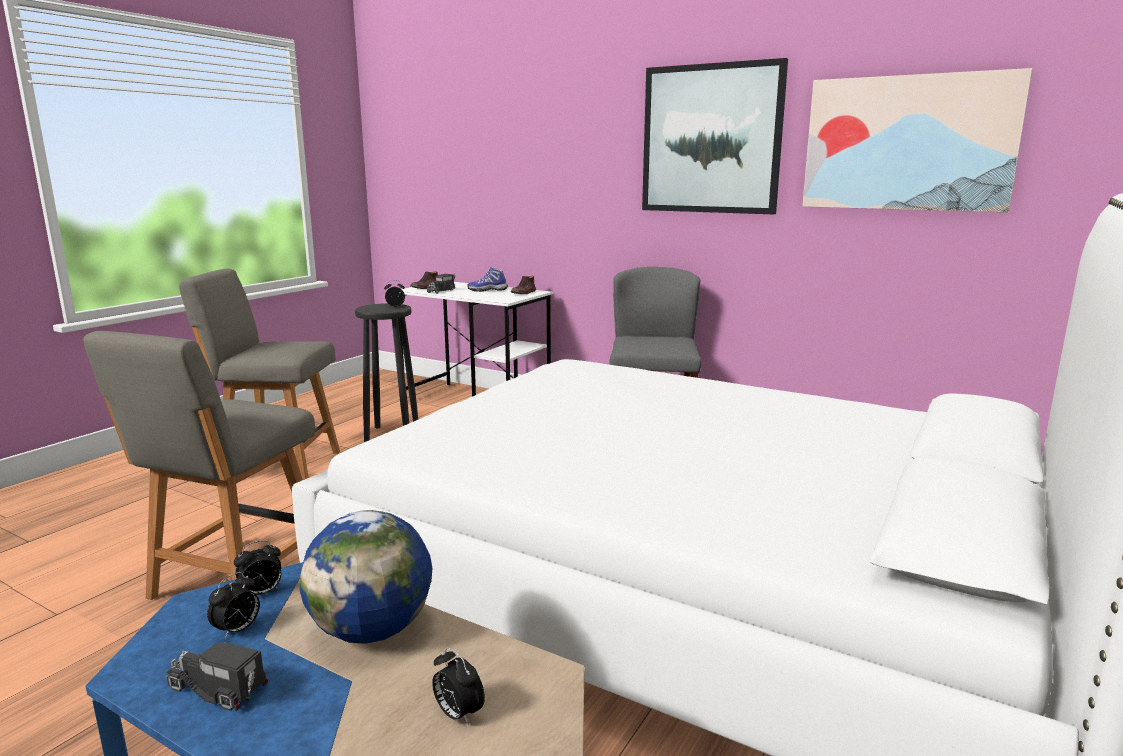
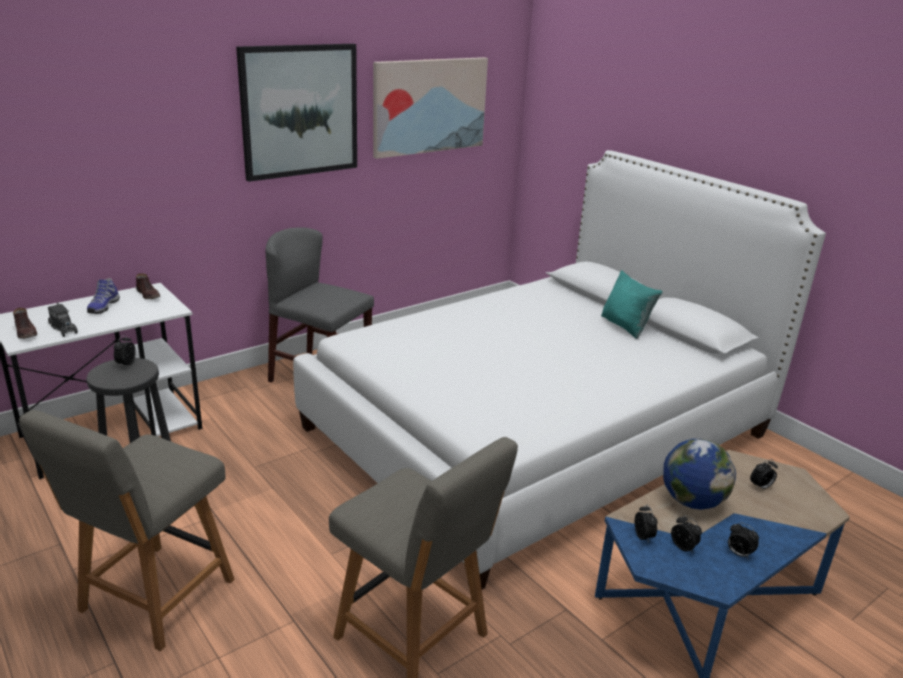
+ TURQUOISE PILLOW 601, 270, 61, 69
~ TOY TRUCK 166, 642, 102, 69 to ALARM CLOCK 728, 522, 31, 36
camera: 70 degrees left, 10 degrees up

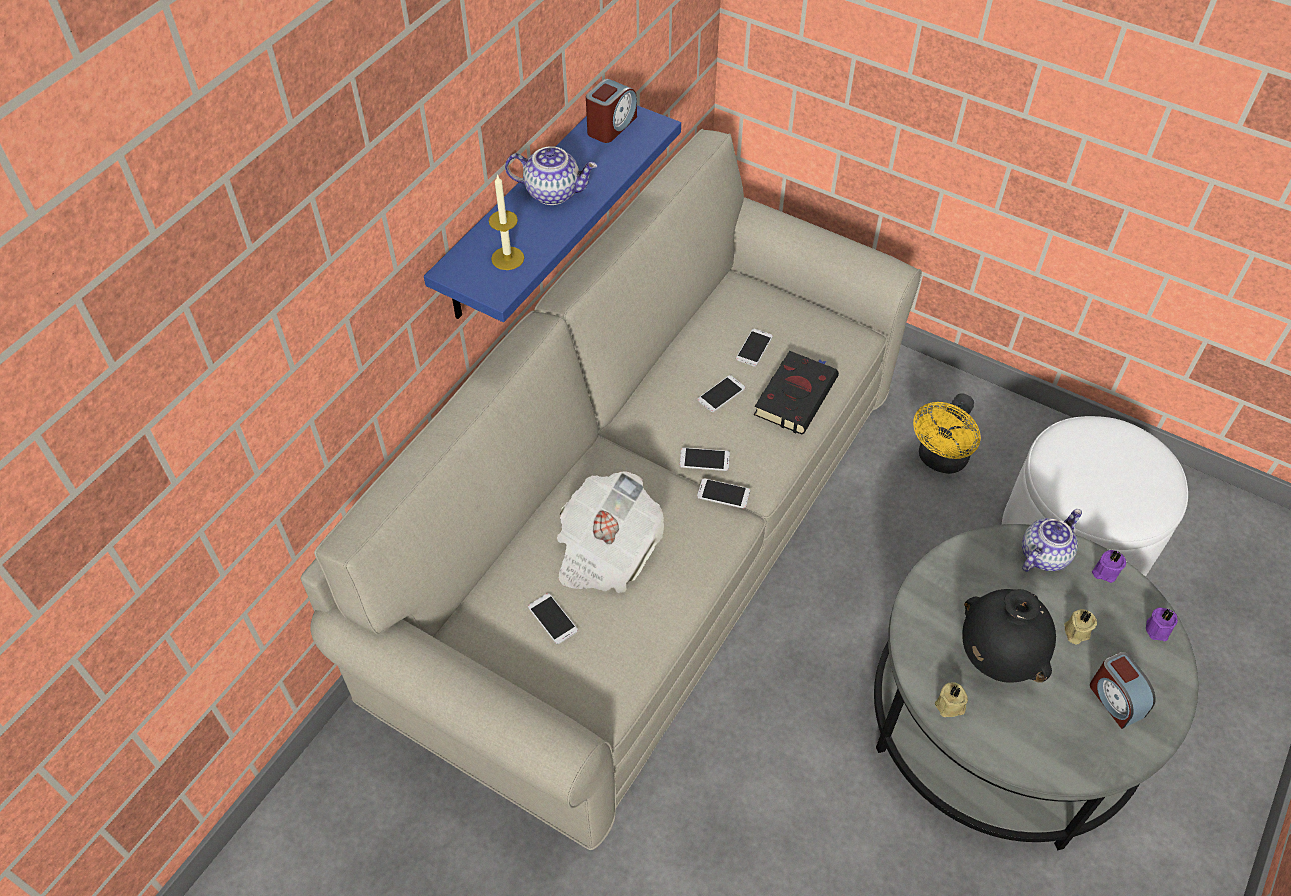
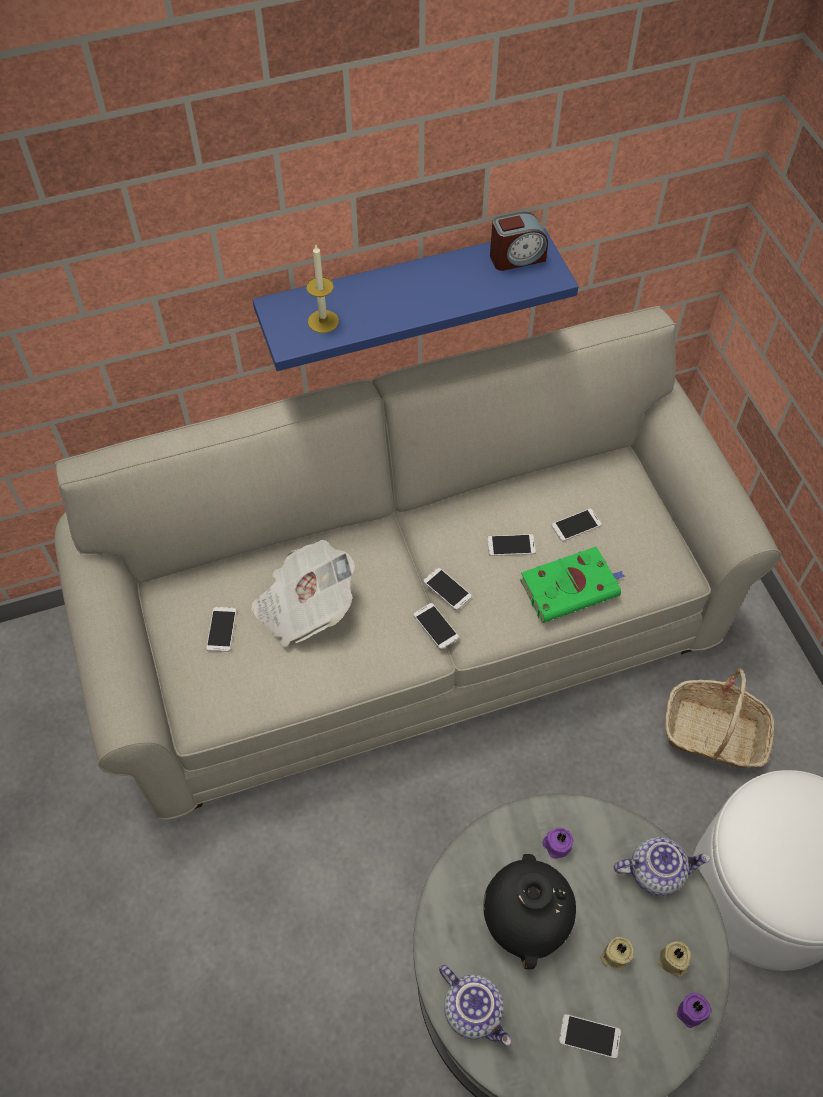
~ TEAPOT 505, 146, 93, 59 to 439, 965, 72, 81
~ BLACK BOOK 754, 351, 85, 84 to GREEN BOOK 520, 546, 105, 77
~ PURPLE CANDLE 1092, 550, 34, 33 to 542, 828, 32, 31
~ ALARM CLOCK 1090, 652, 66, 77 to PHONE 559, 1014, 62, 45
~ BEIGE CANDLE 935, 682, 33, 35 to 659, 941, 32, 37
~ YELLOW FAN 913, 393, 68, 81 to BASKET 665, 668, 109, 100
camera: 40 degrees right, 5 degrees up

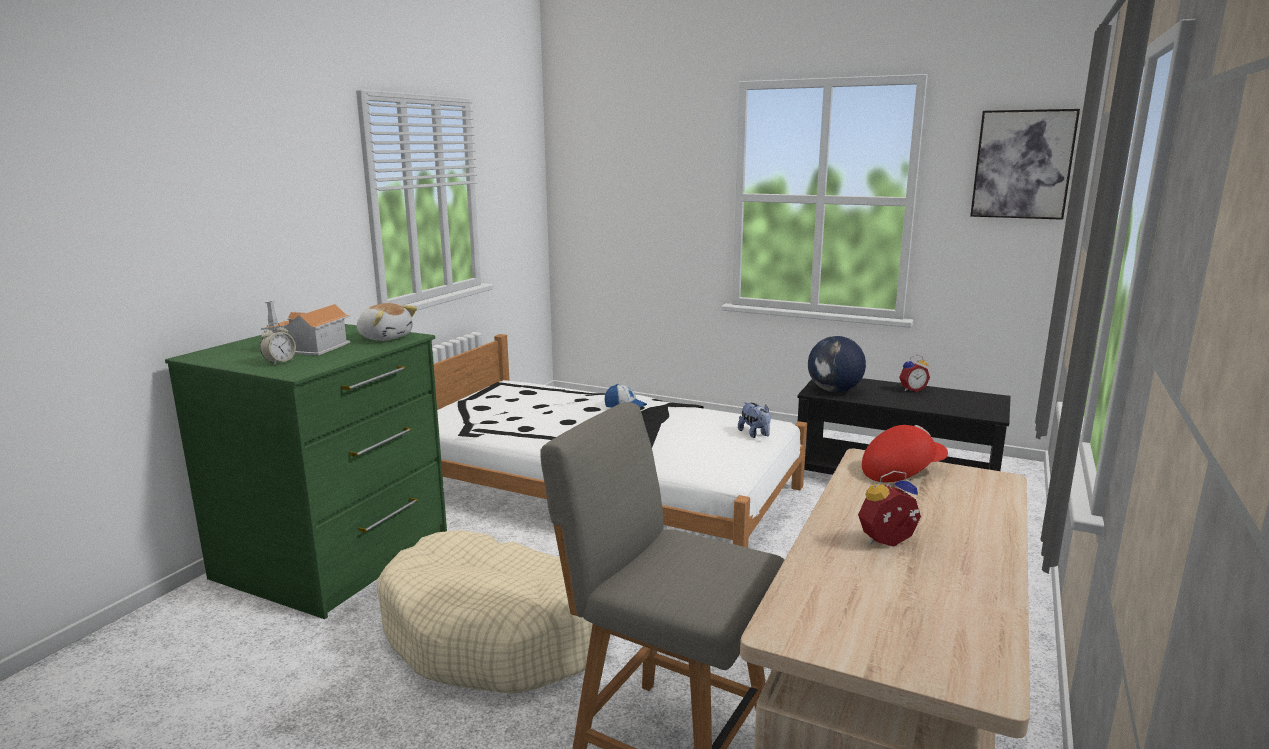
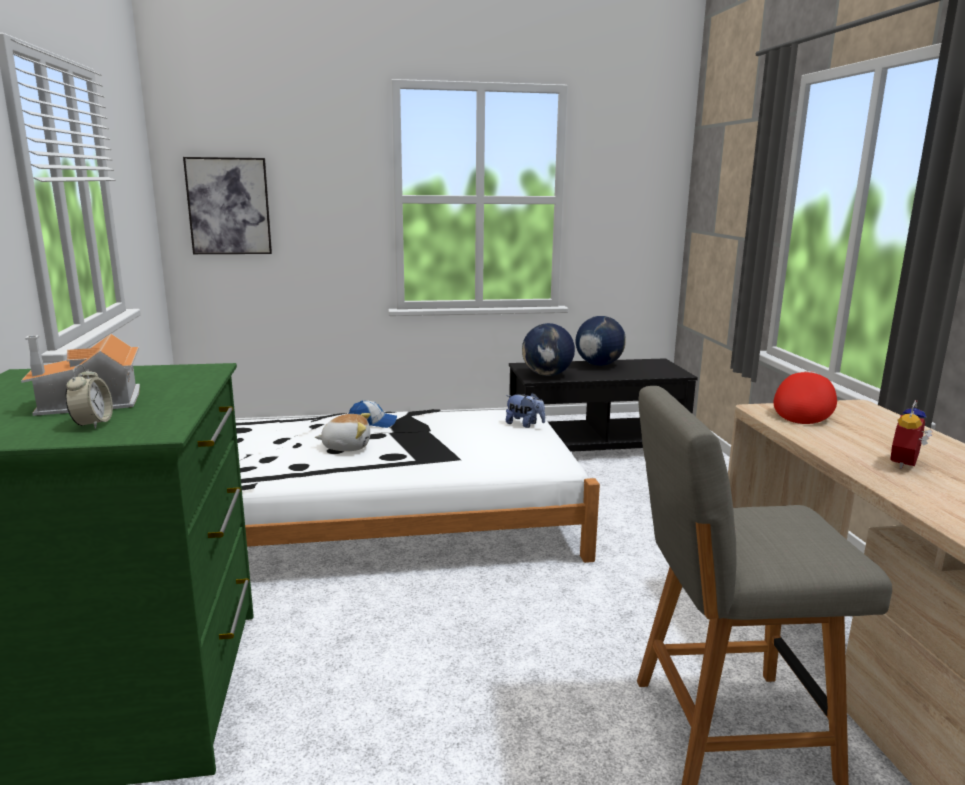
~ PICTURE 970, 109, 110, 111 to 183, 157, 89, 97
~ PLUSH TOY 357, 303, 60, 38 to 315, 413, 55, 38
~ ALARM CLOCK 899, 355, 31, 37 to GLOBE 575, 316, 51, 50
- BEIGE DOG BED 377, 530, 234, 164
camera: 35 degrees left, 0 degrees up

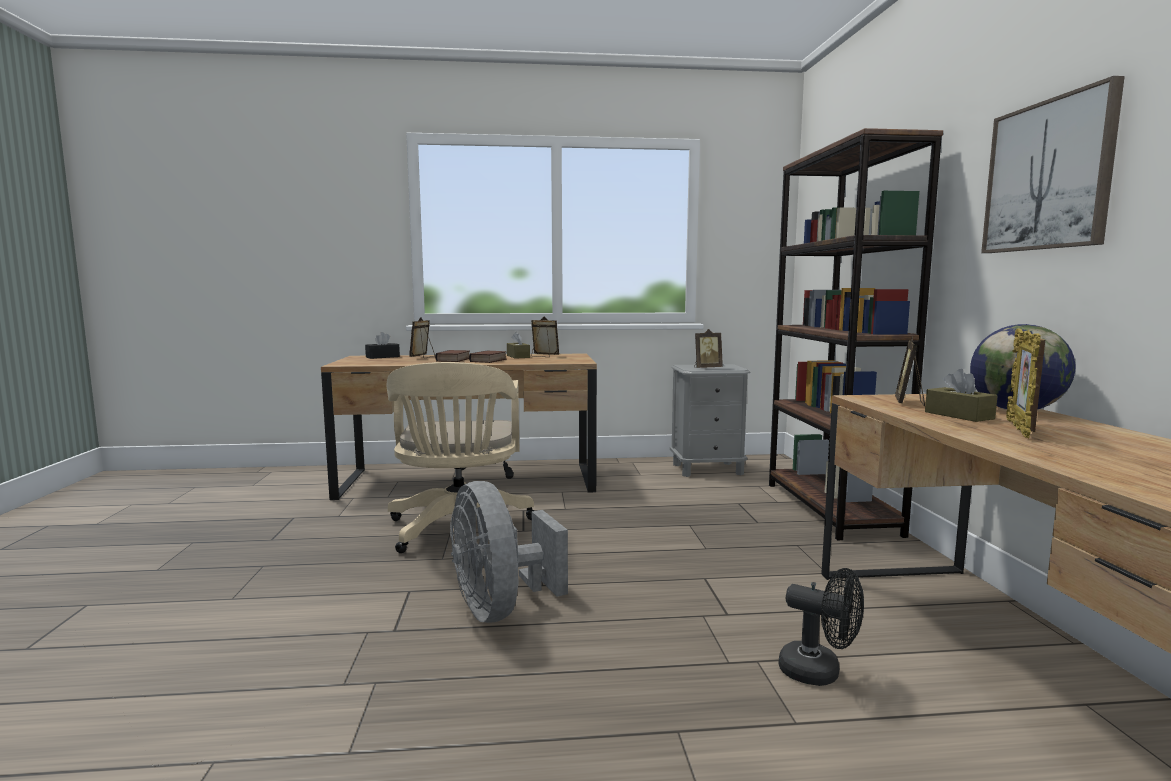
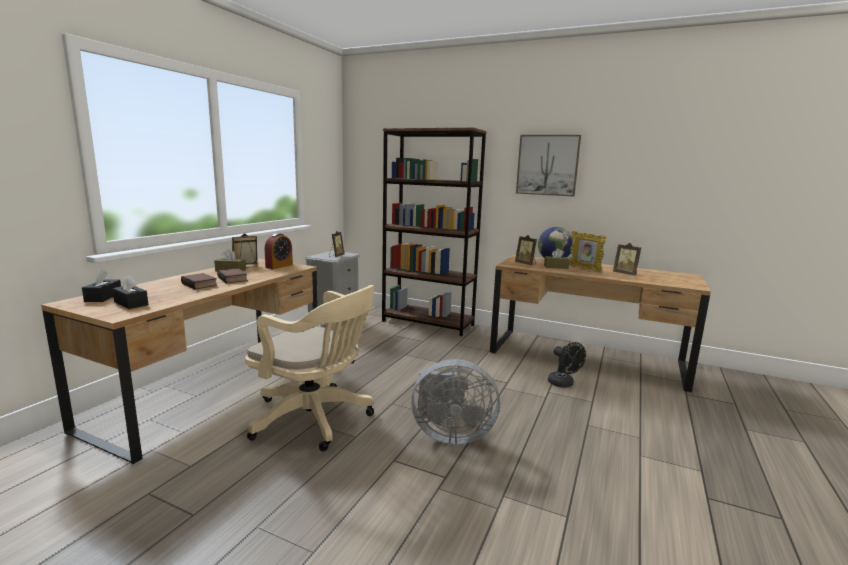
+ BLACK TISSUE BOX 112, 275, 36, 34
+ ALARM CLOCK 265, 233, 28, 36
~ BLACK FAN 778, 568, 86, 118 = 548, 342, 38, 46 90 degrees clockwise
~ PICTURE FRAME 409, 317, 26, 41 to 613, 243, 28, 33
camera: 60 degrees left, 5 degrees up

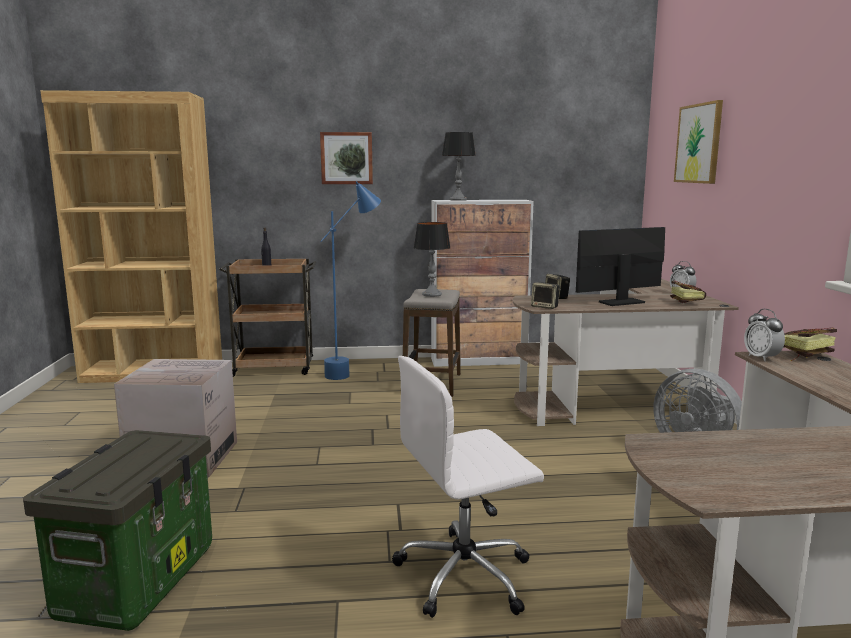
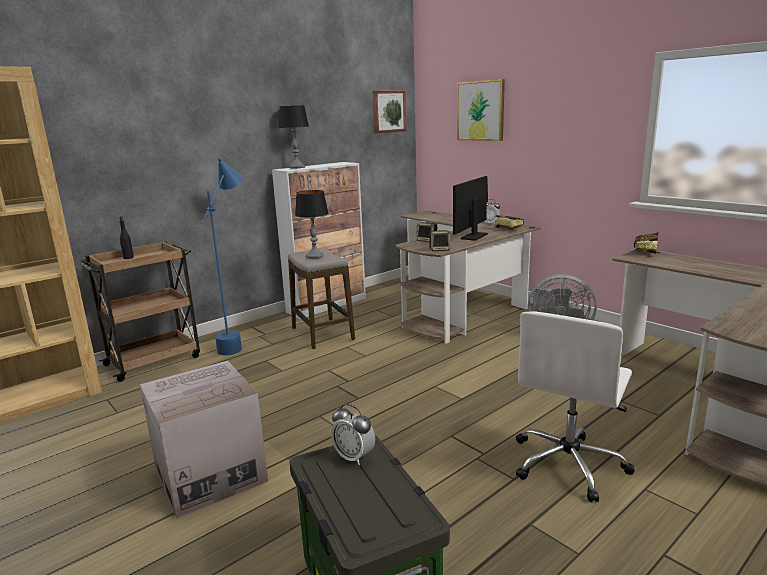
~ ALARM CLOCK 744, 309, 41, 52 to 331, 404, 44, 61
~ PICTURE 320, 132, 53, 52 to 373, 90, 33, 43
camera: 35 degrees left, 5 degrees up

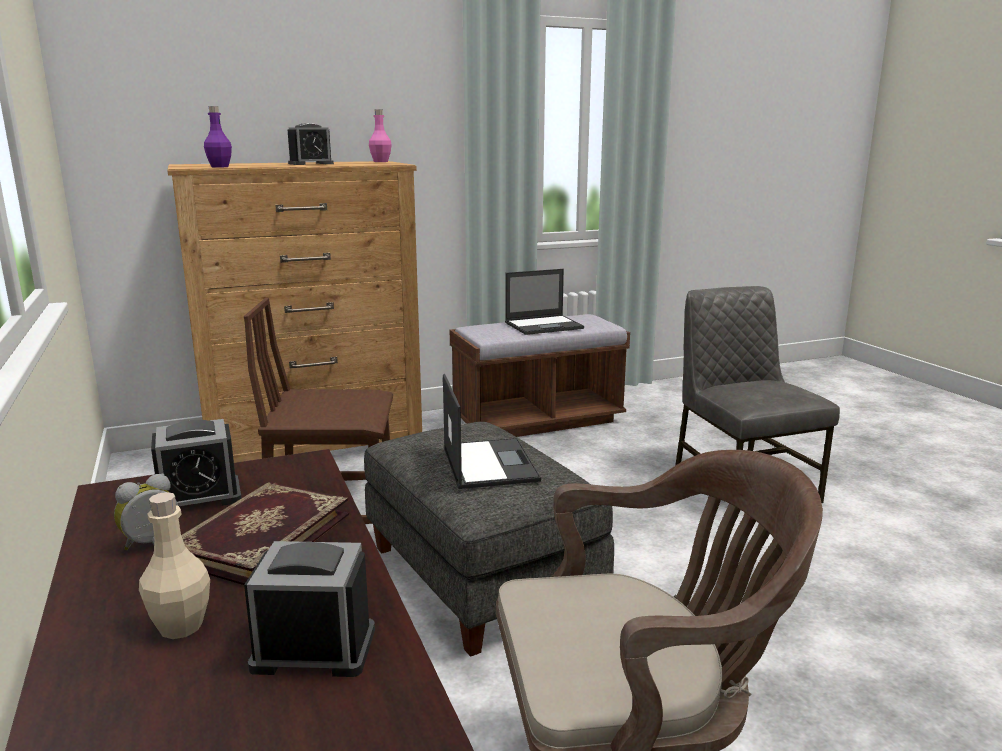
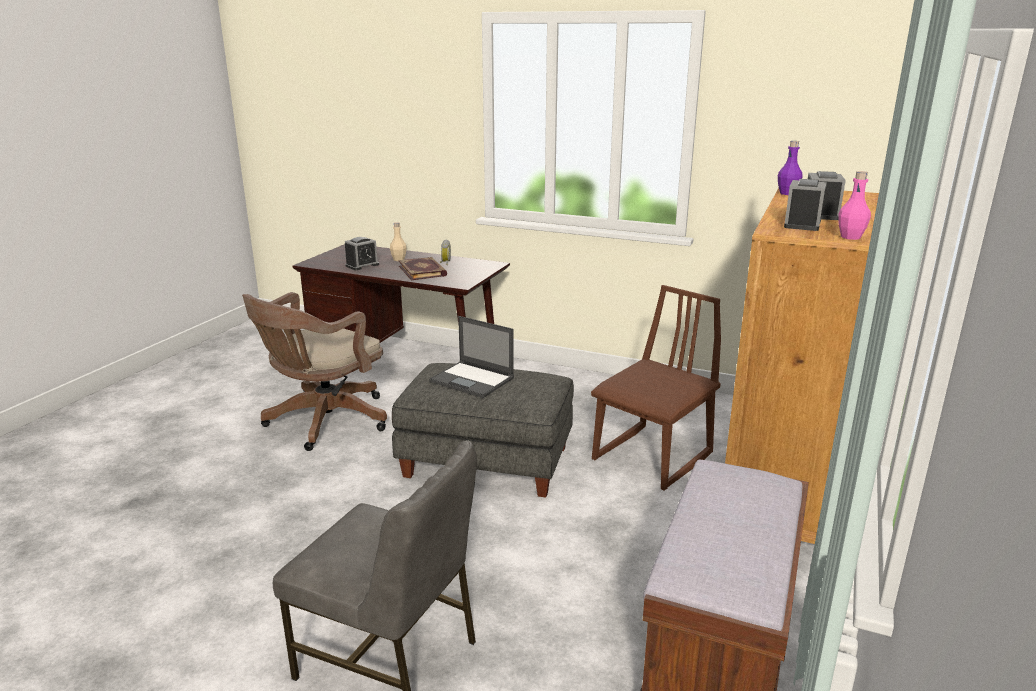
~ ALARM CLOCK 151, 419, 90, 87 to 784, 179, 43, 52
- LAPTOP 505, 269, 79, 66
camera: 135 degrees right, 5 degrees up

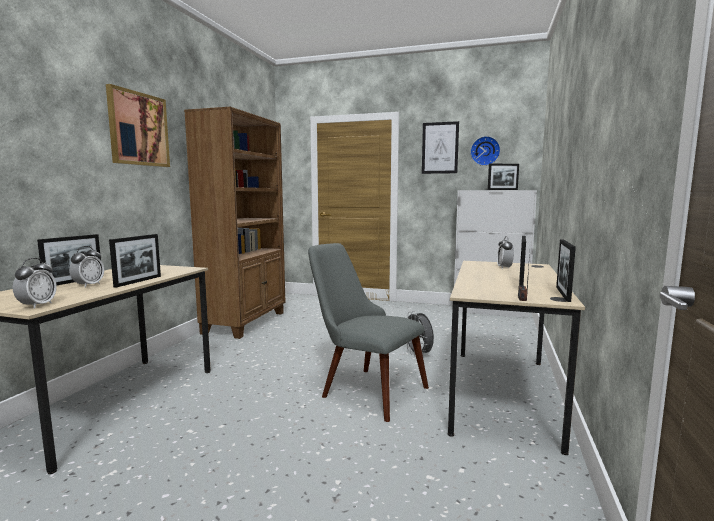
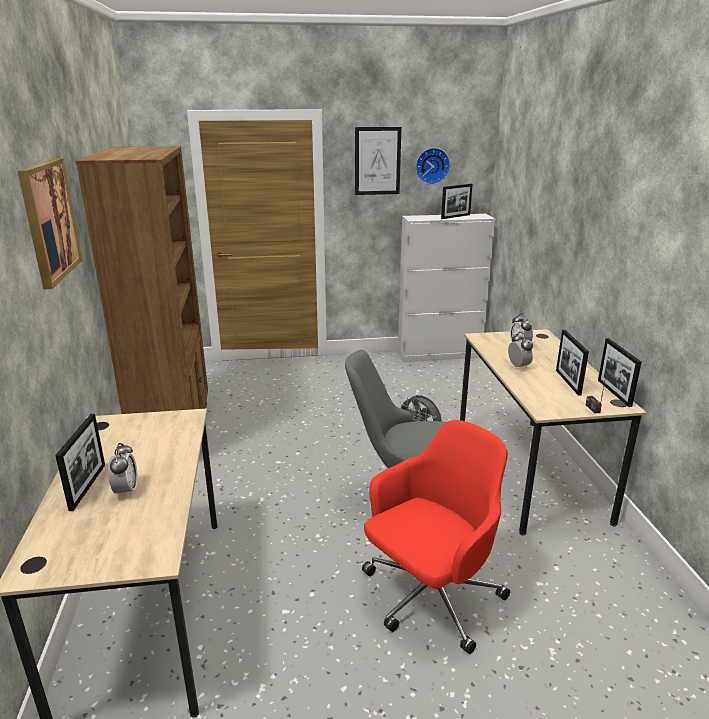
+ RED OFFICE CHAIR 362, 420, 148, 234
~ ALARM CLOCK 13, 258, 44, 51 to 508, 332, 25, 37
- PICTURE FRAME 109, 234, 52, 54
camera: 25 degrees left, 15 degrees up

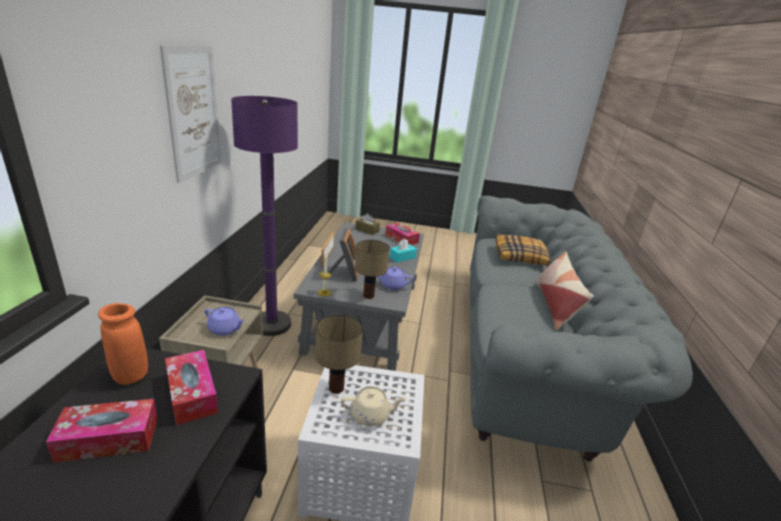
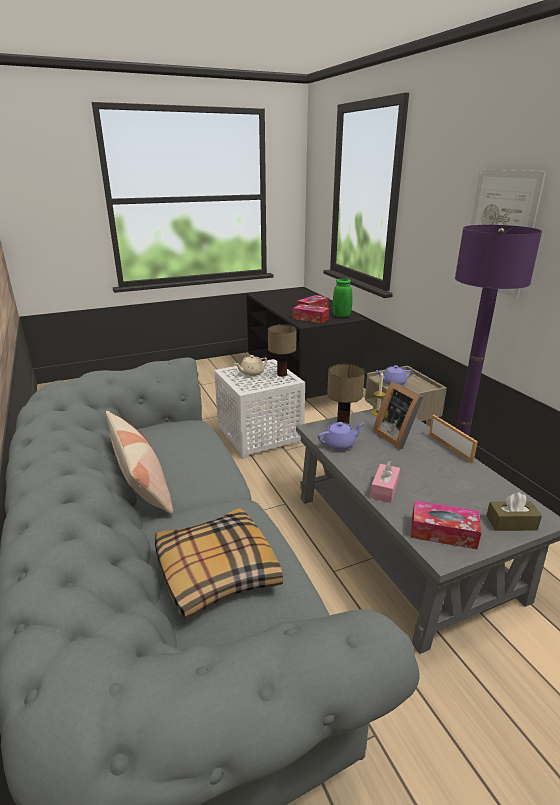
~ ORANGE VASE 98, 303, 50, 82 to GREEN VASE 332, 278, 20, 39
~ TURQUOISE TISSUE BOX 389, 239, 28, 24 to PINK TISSUE BOX 370, 461, 30, 42
camera: 150 degrees right, 0 degrees up

